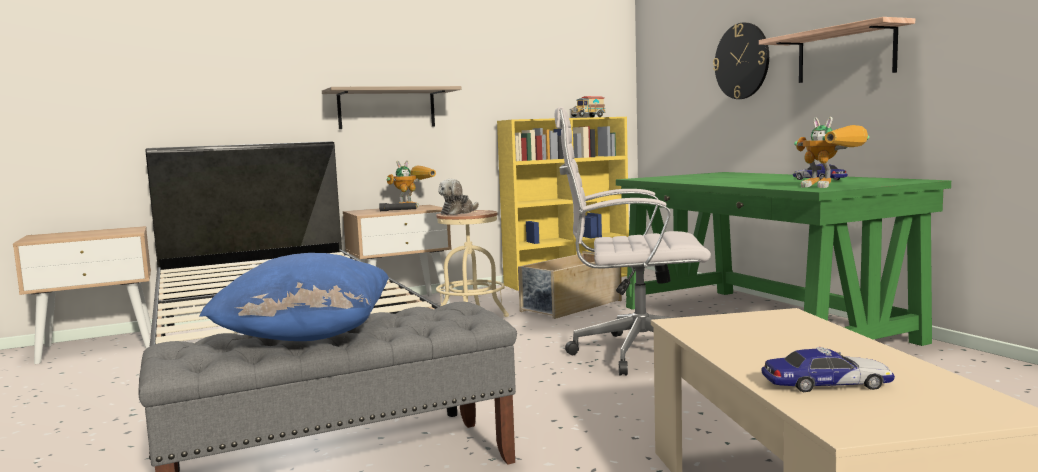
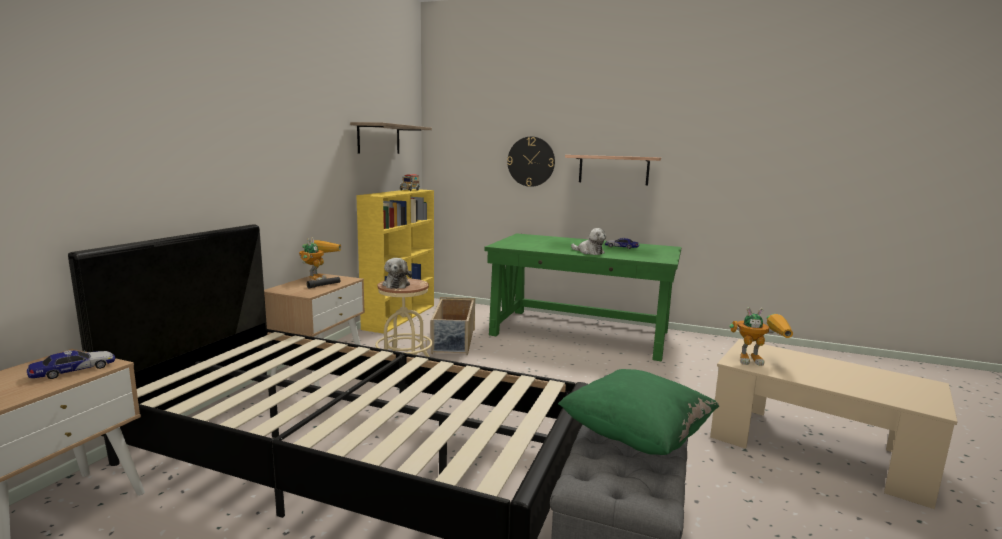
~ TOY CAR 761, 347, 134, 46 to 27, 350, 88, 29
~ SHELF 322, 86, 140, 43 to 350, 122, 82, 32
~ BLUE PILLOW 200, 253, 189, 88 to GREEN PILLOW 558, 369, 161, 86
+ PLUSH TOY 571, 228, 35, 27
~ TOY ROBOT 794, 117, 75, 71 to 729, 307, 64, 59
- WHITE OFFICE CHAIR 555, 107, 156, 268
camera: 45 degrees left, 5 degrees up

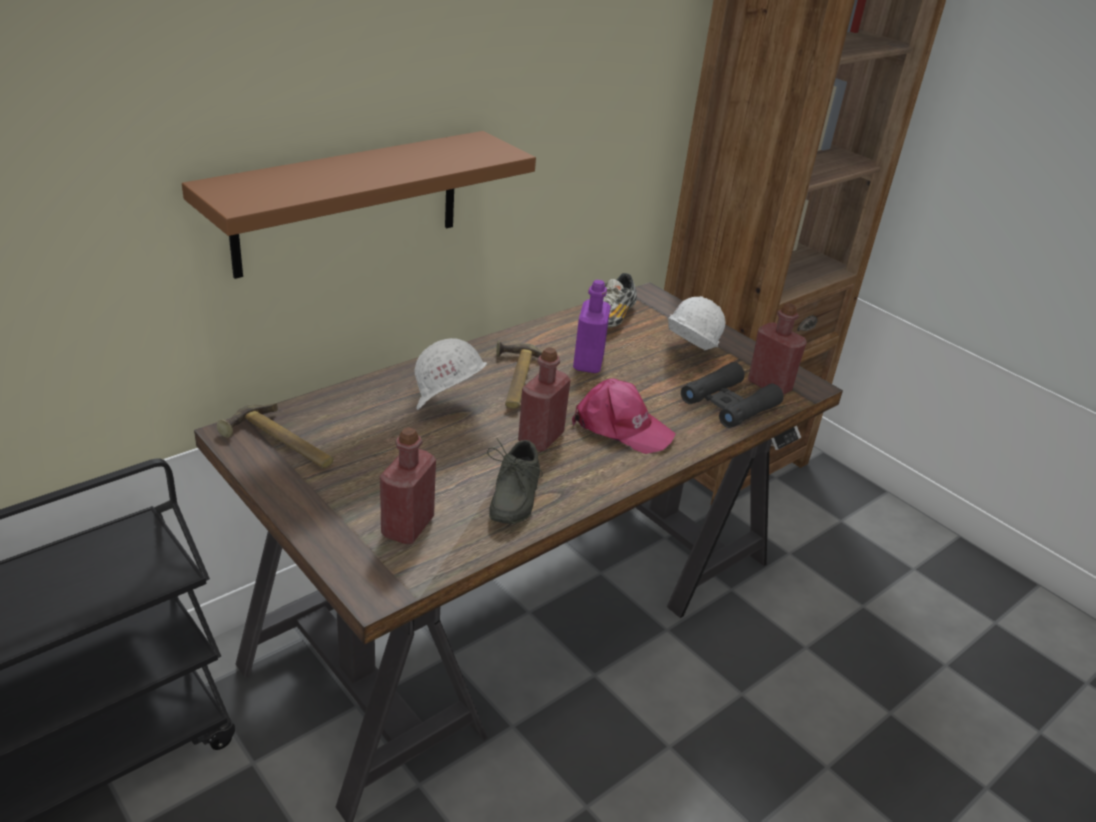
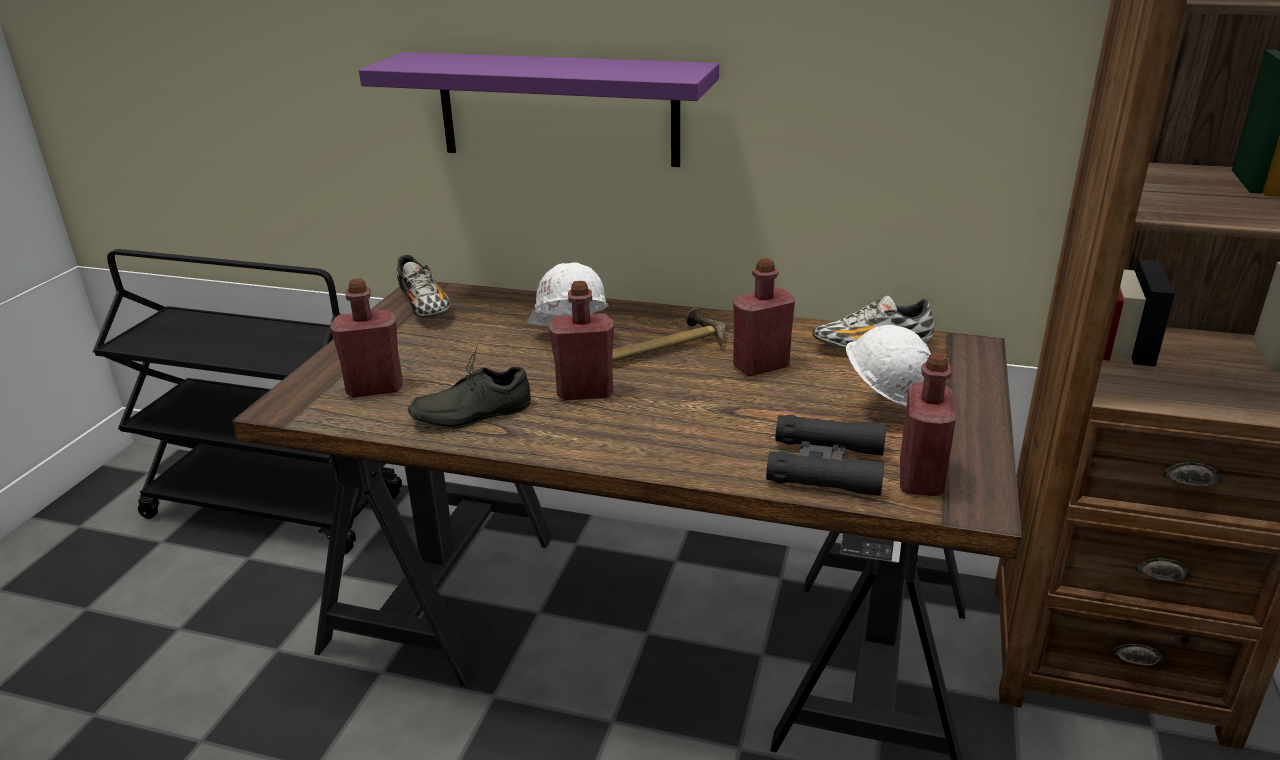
~ BROWN SHELF 182, 131, 354, 148 to PURPLE SHELF 359, 52, 360, 115
~ HAMMER 217, 403, 117, 65 to SHOE 397, 255, 53, 63
~ PURPLE BOTTLE 573, 280, 38, 93 to RED BOTTLE 733, 258, 62, 118
- PINK CAP 572, 379, 104, 75
camera: 60 degrees right, 5 degrees down

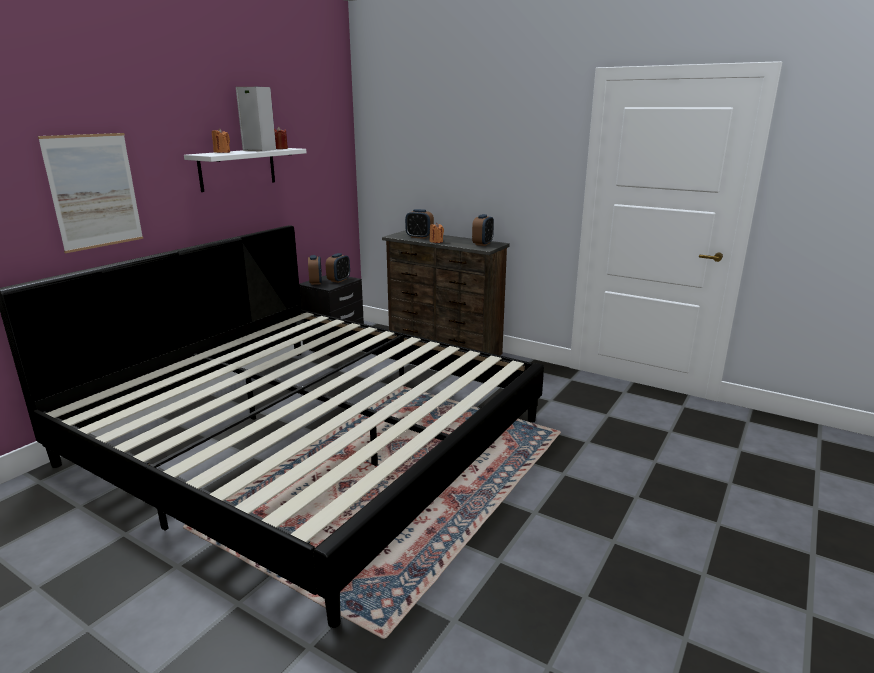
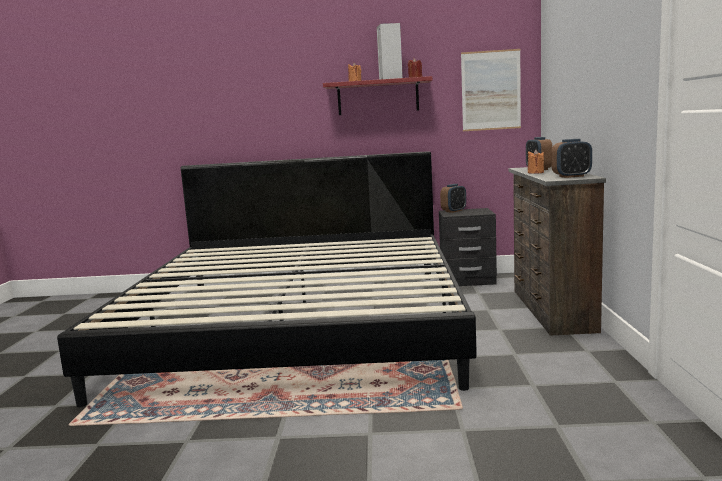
~ WHITE SHELF 184, 148, 122, 44 to RED SHELF 323, 76, 109, 39
~ PICTURE 38, 133, 105, 120 to 461, 49, 60, 82
- ALARM CLOCK 326, 253, 24, 30
camera: 60 degrees right, 10 degrees down

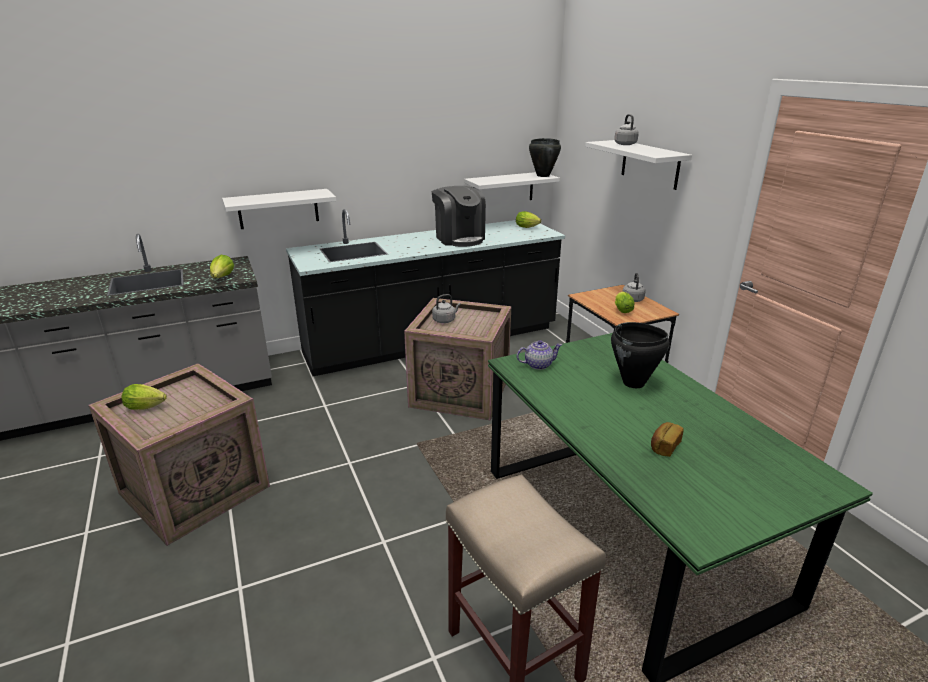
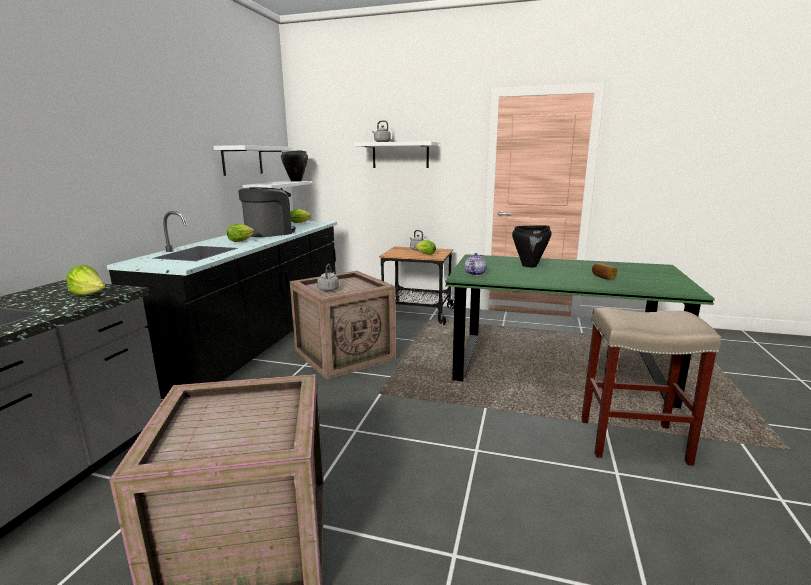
~ WHITE SHELF 222, 189, 114, 40 to 213, 145, 79, 31
~ LETTUCE 121, 384, 46, 26 to 227, 224, 27, 18
~ COFFEE MACHINE 432, 186, 54, 61 = 238, 187, 58, 50 60 degrees counterclockwise
camera: 50 degrees left, 10 degrees down

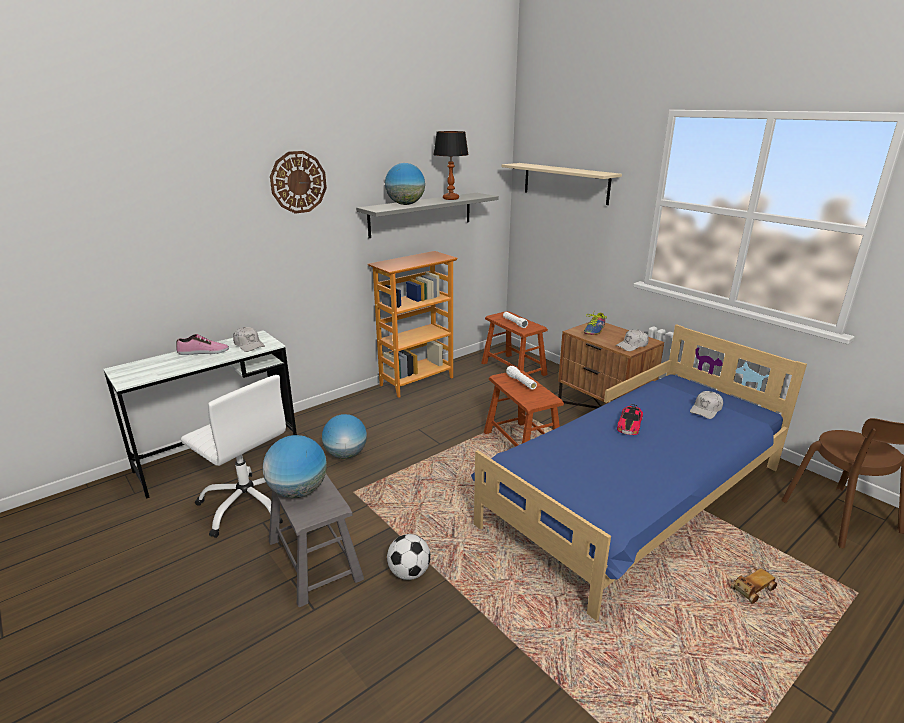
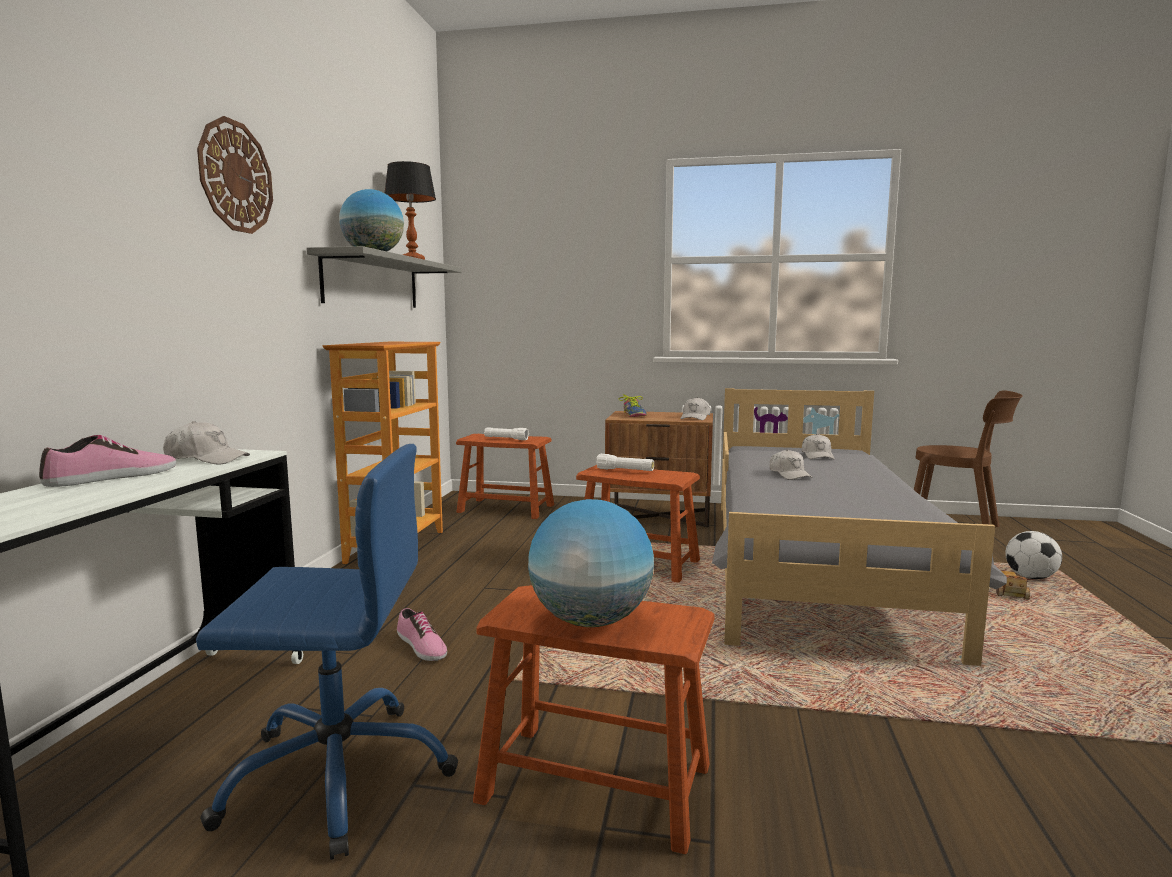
~ WHITE OFFICE CHAIR 181, 375, 105, 163 to BLUE OFFICE CHAIR 196, 444, 262, 416
~ GLOBE 322, 414, 45, 45 to SHOE 397, 608, 50, 53
~ GREY STOOL 269, 474, 95, 133 to BROWN STOOL 473, 585, 242, 269
~ BLUE BED 471, 324, 336, 297 to GREY BED 712, 388, 295, 278
~ TOY CAR 617, 404, 26, 31 to WHITE CAP 770, 449, 43, 31
~ FOOTBALL 387, 534, 44, 46 to 1005, 531, 57, 48
- BEIGE SHELF 502, 163, 120, 42
camera: 40 degrees left, 15 degrees down

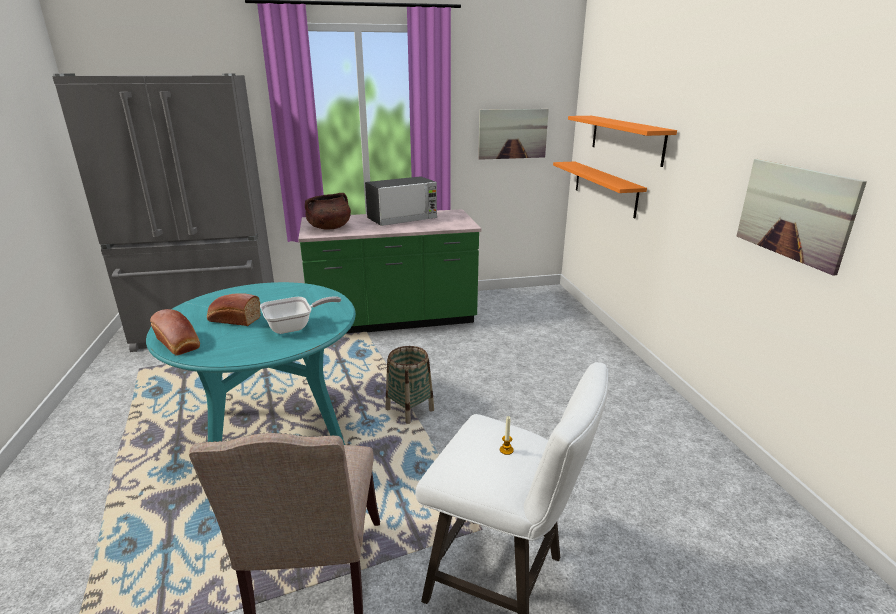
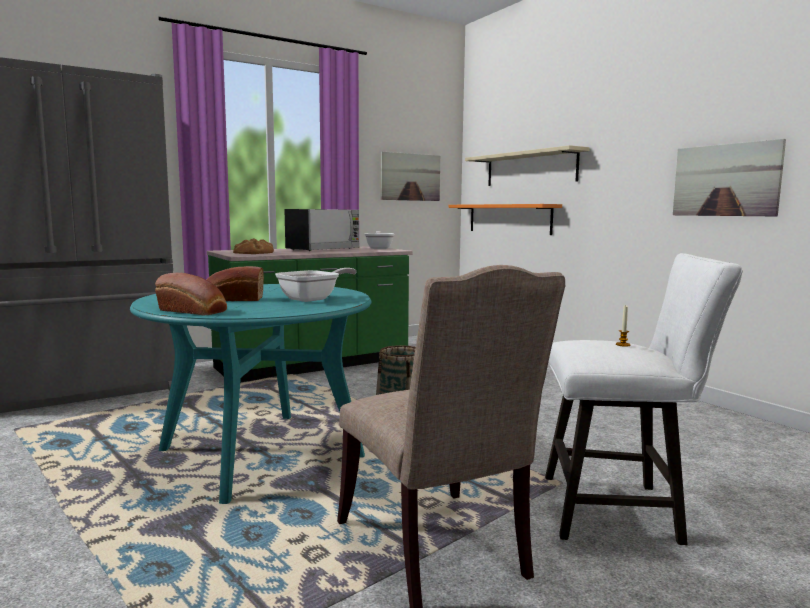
~ BROWN COOKING POT 305, 193, 46, 37 to BREAD 233, 238, 41, 16
+ FRYING PAN 364, 231, 30, 18
~ ORANGE SHELF 568, 116, 109, 51 to BEIGE SHELF 465, 145, 125, 41
camera: 20 degrees left, 15 degrees down

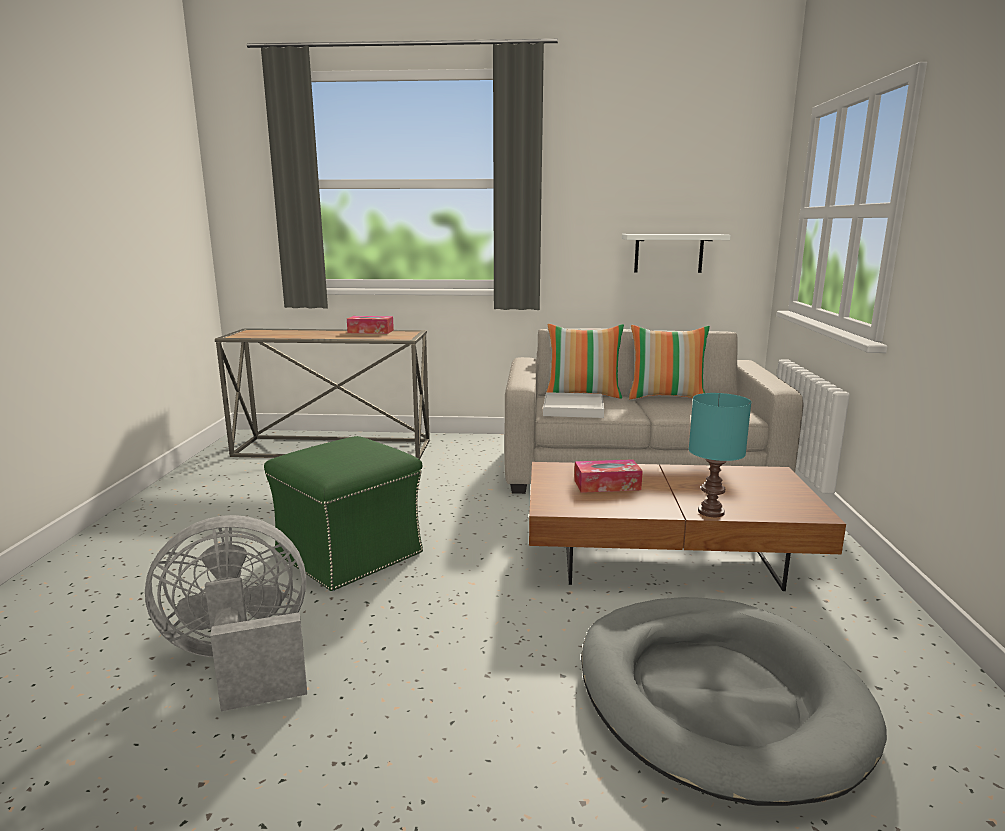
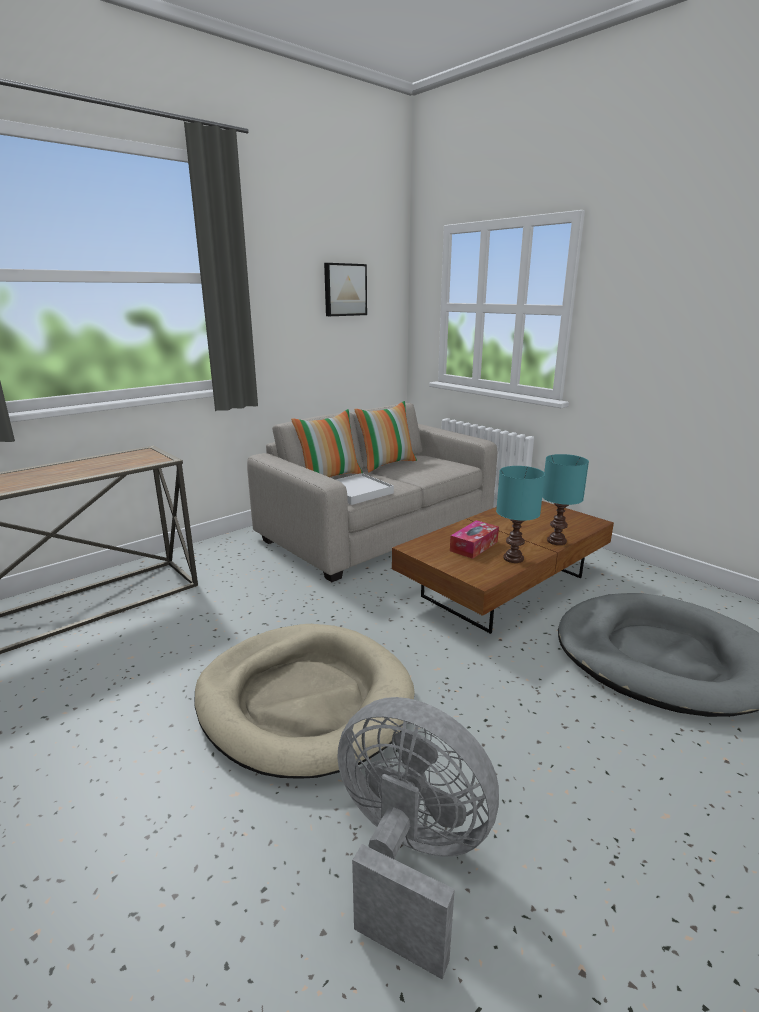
~ GREEN OTTOMAN 264, 436, 159, 155 to BEIGE DOG BED 194, 624, 221, 155
+ PICTURE 324, 263, 43, 53
~ GREY FAN 145, 515, 162, 196 = 337, 697, 162, 283 90 degrees clockwise
+ TURQUOISE TABLE LAMP 496, 466, 49, 97
- TISSUE BOX 347, 316, 47, 18
- WHITE SHELF 622, 234, 109, 39
camera: 45 degrees left, 5 degrees up

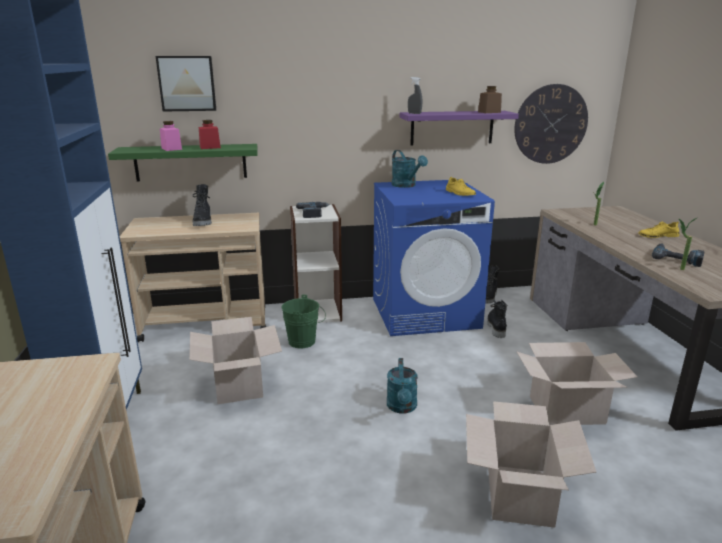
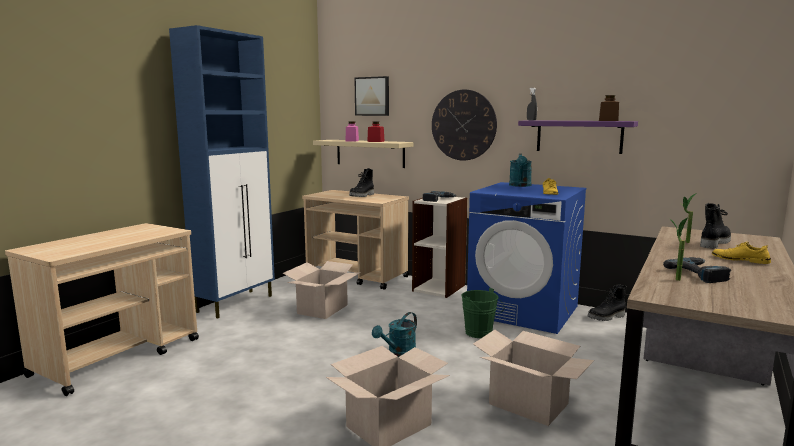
~ GREEN SHELF 108, 144, 150, 37 to BEIGE SHELF 313, 140, 101, 28
~ WALL CLOCK 514, 84, 74, 80 to 432, 90, 65, 71
~ GREEN BUCKET 281, 295, 45, 54 to 462, 288, 42, 50
~ BLACK BOOT 487, 299, 20, 39 to 700, 203, 31, 46
camera: 40 degrees right, 10 degrees down

